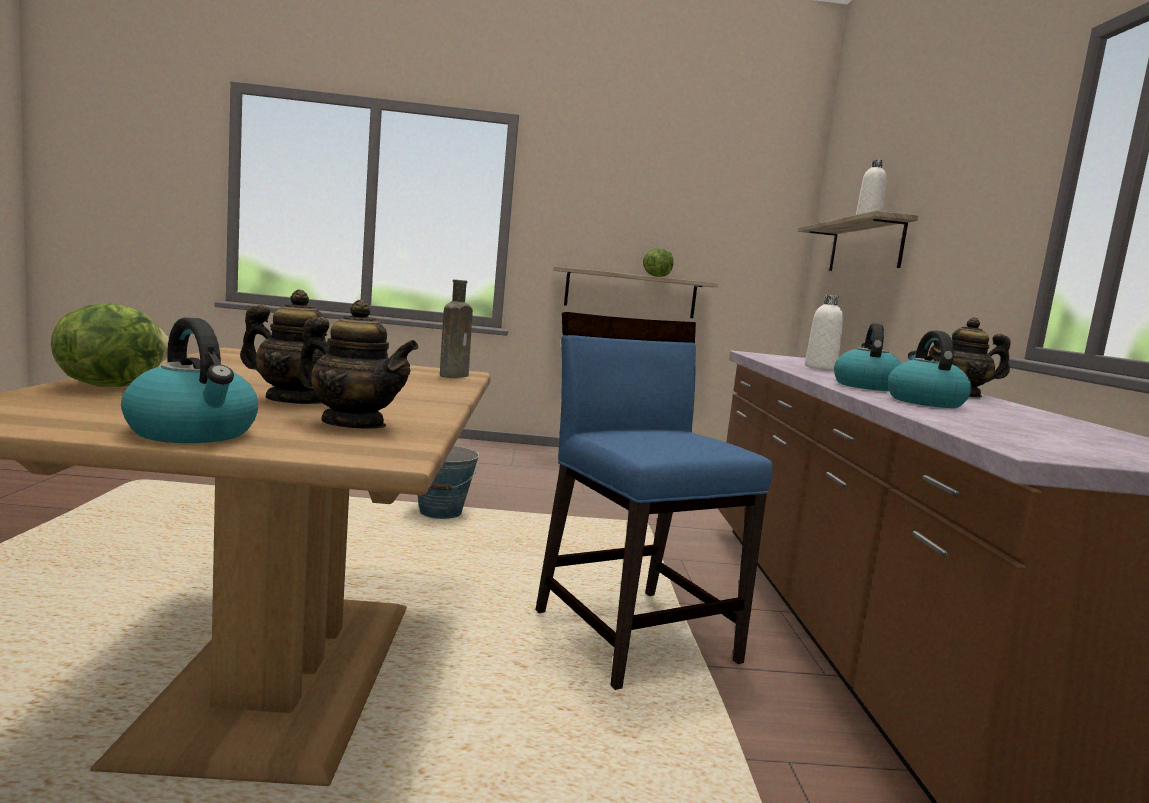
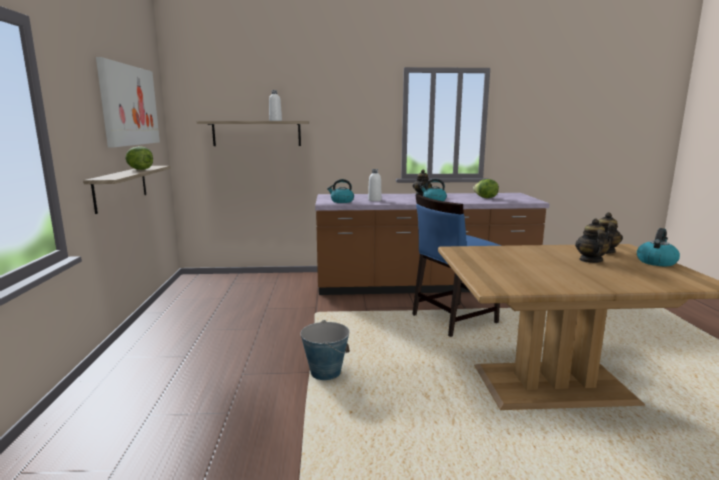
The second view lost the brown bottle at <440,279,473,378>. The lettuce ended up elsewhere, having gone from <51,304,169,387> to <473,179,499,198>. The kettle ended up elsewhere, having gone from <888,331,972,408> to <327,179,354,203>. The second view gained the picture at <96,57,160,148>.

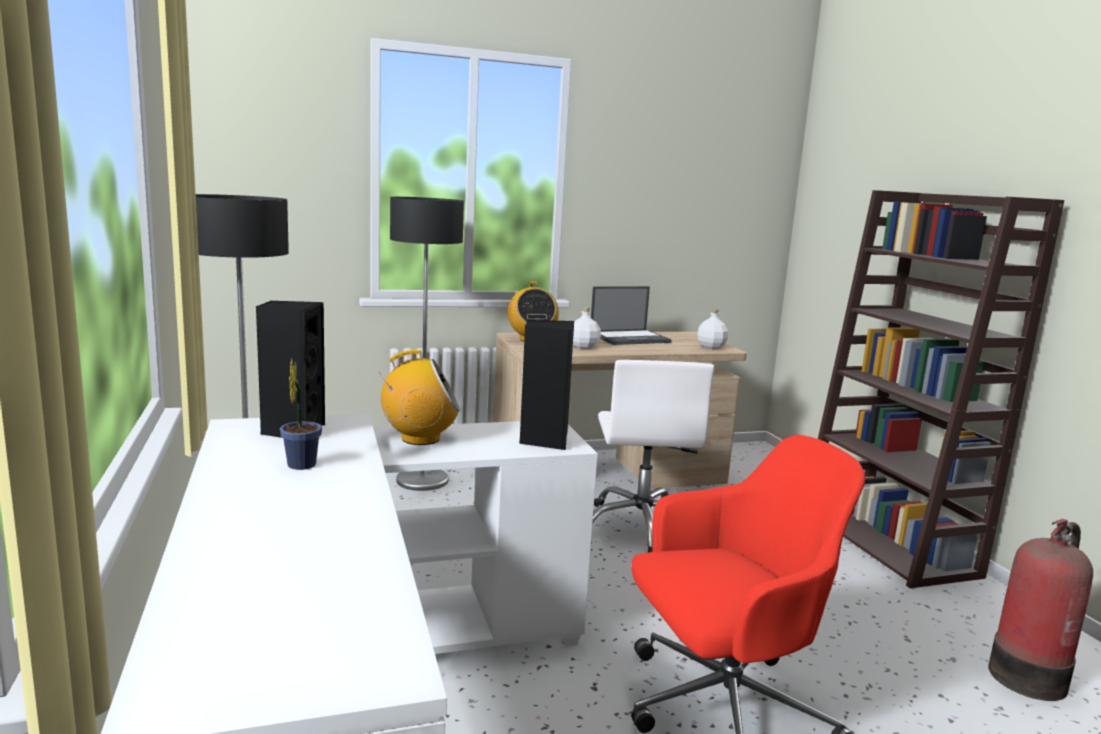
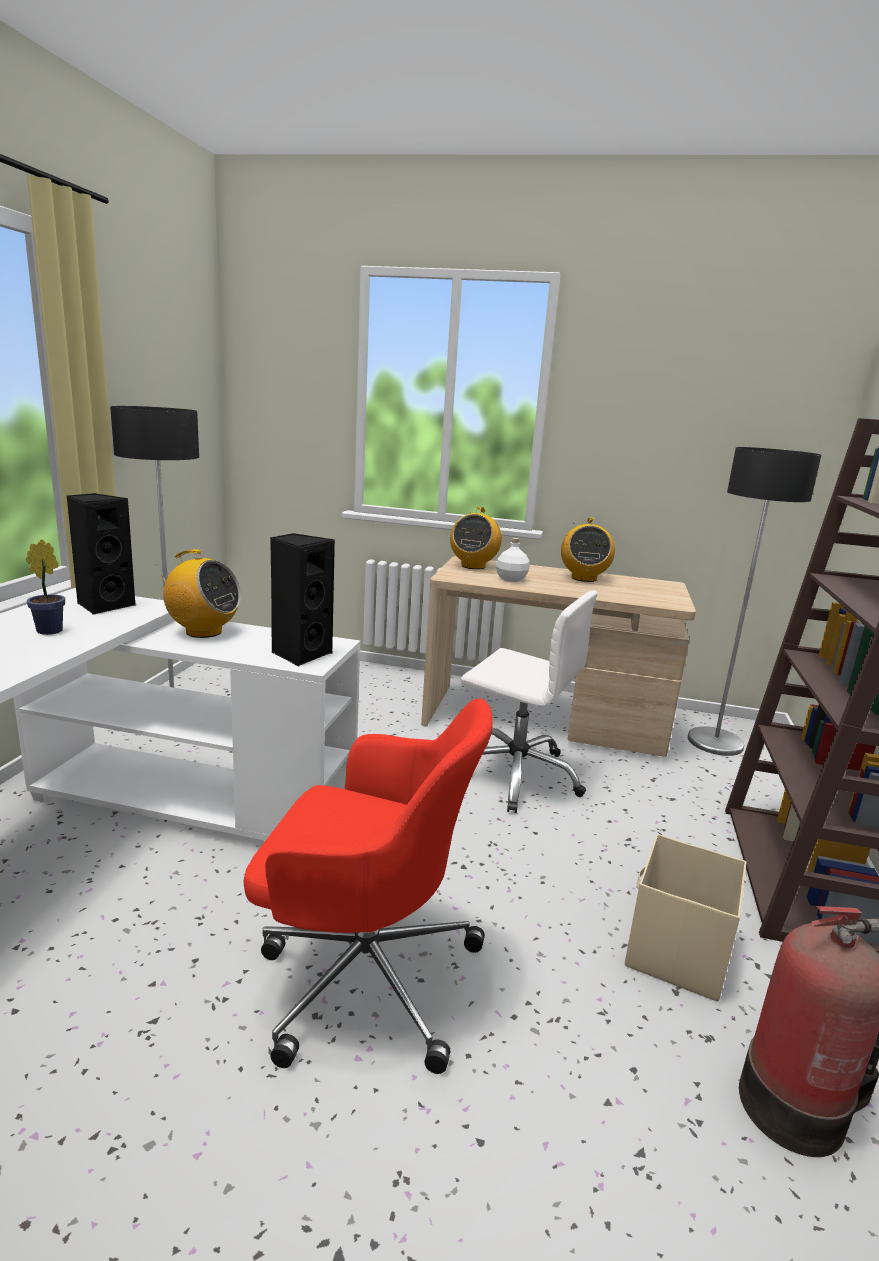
The floor lamp ended up elsewhere, having gone from <390,197,464,491> to <688,447,821,756>. Where the laptop stood at <591,286,672,345>, the radio came to stand at <561,517,615,582>. The second view lost the white bottle at <697,309,728,349>. The white office chair at <593,360,714,552> ended up facing another way, 90 degrees counterclockwise from before. The second view gained the beige storage box at <625,834,746,1002>.

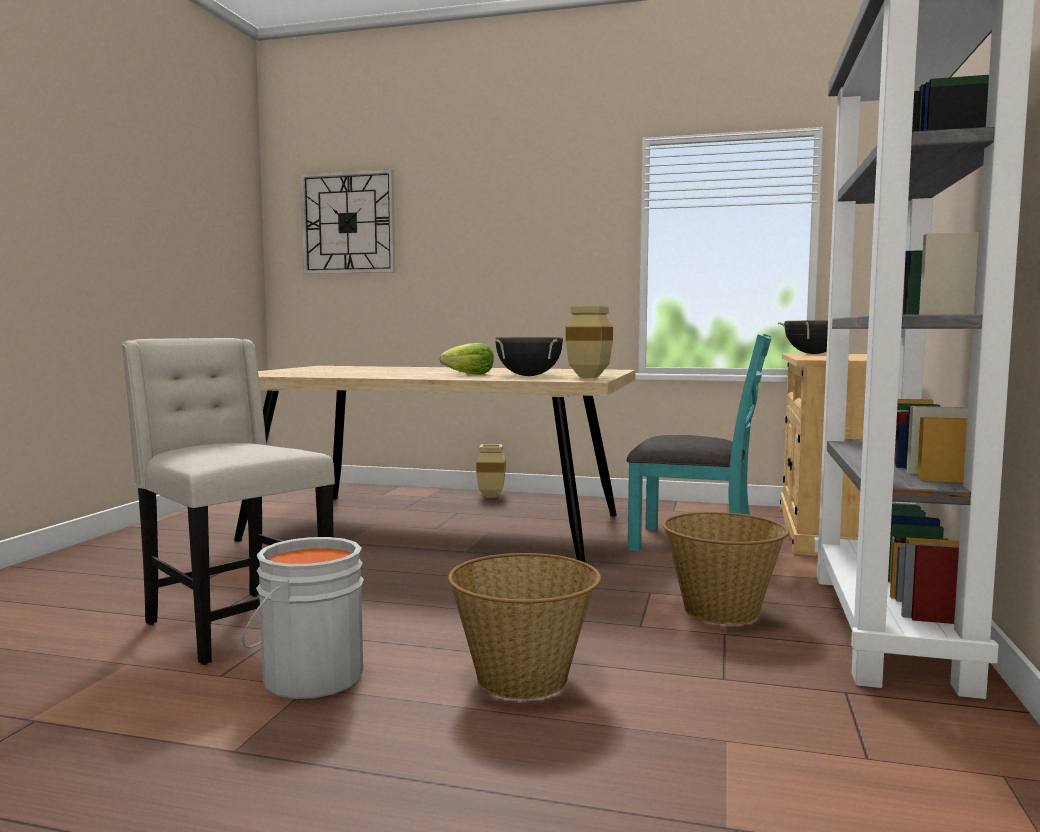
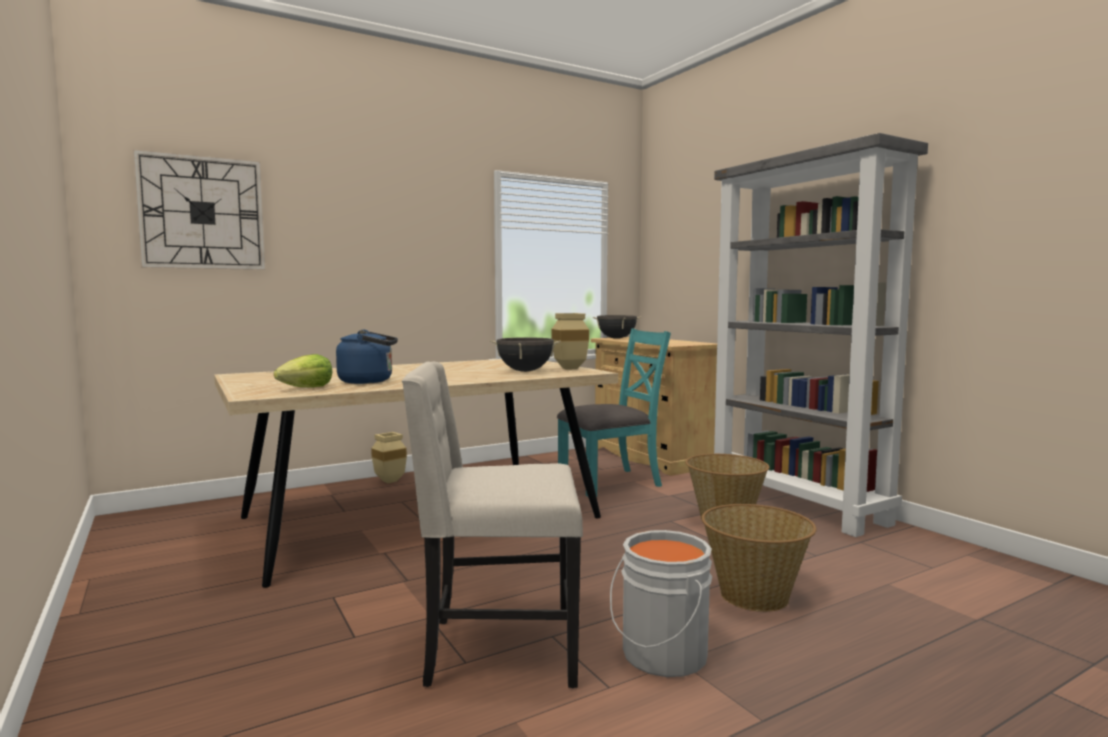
The lettuce ended up elsewhere, having gone from <439,343,493,375> to <274,354,332,388>. The second view gained the blue kettle at <336,330,398,384>.

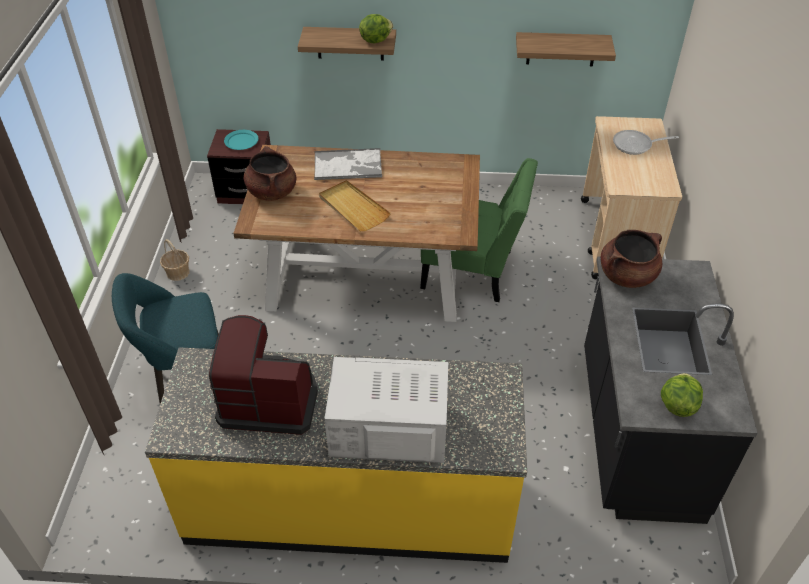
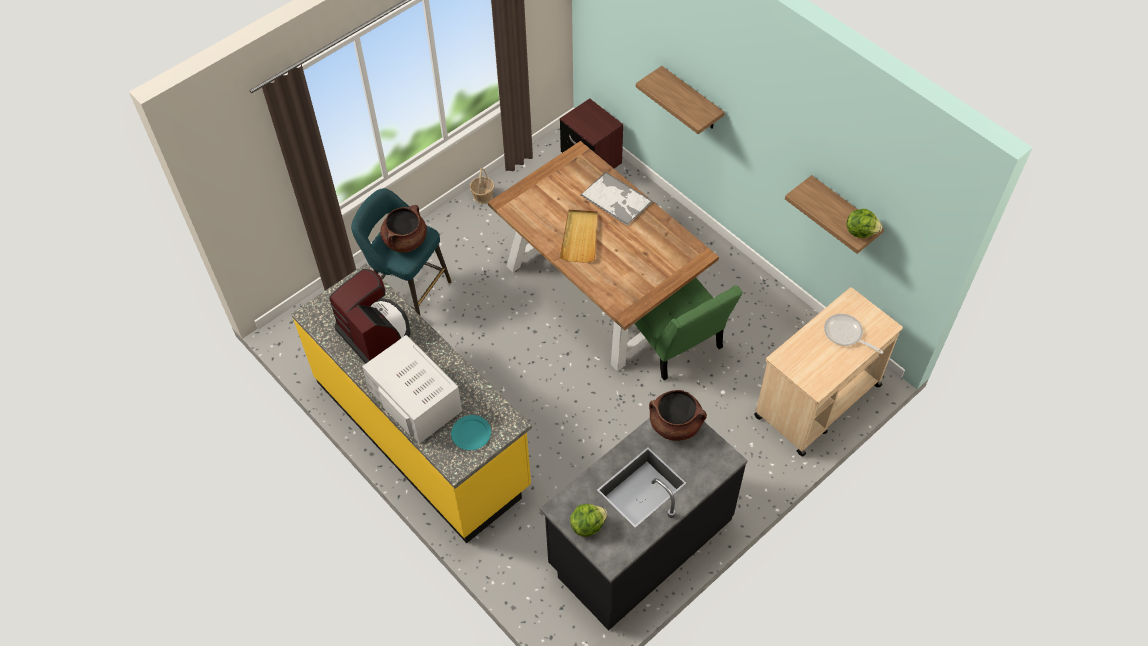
The lettuce ended up elsewhere, having gone from <359,14,393,43> to <847,209,882,238>. The turquoise plate ended up elsewhere, having gone from <224,130,258,150> to <451,415,491,450>. The brown cooking pot ended up elsewhere, having gone from <244,146,297,201> to <380,205,427,252>.

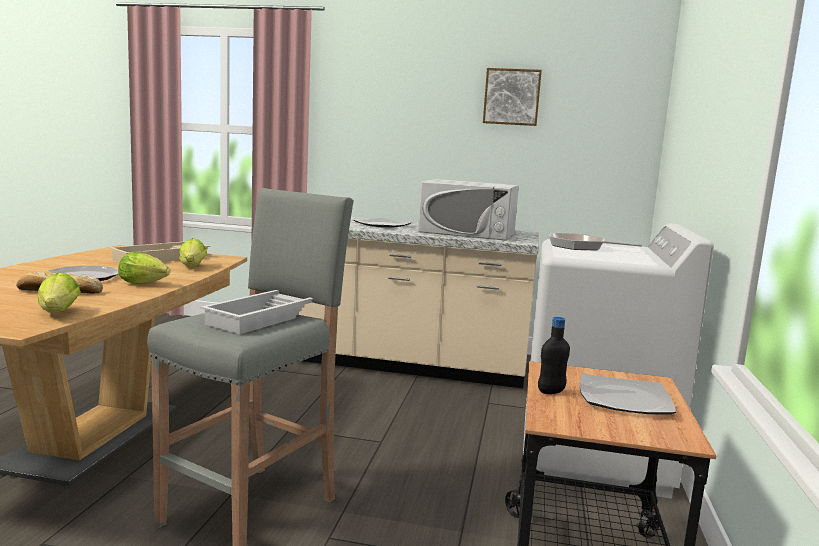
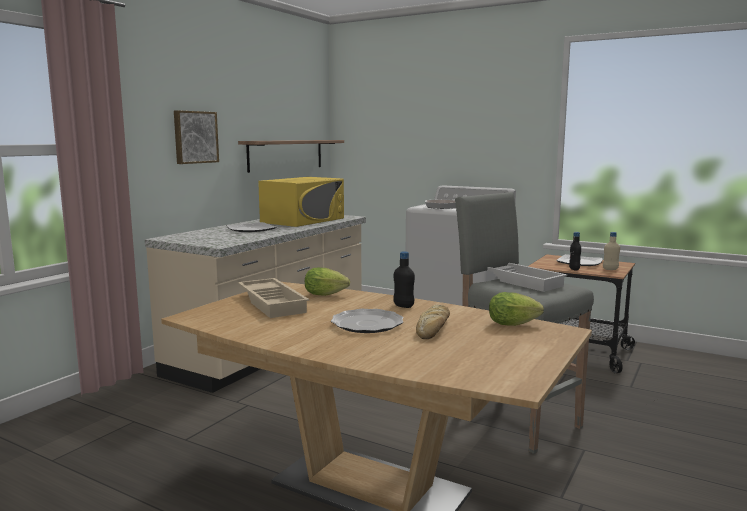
The picture ended up elsewhere, having gone from <483,68,542,126> to <174,110,219,164>. What was the white microwave at <418,179,519,241> turned into the yellow microwave at <258,177,344,227>. Where the lettuce stood at <118,252,170,284>, the black bottle came to stand at <393,251,415,308>. The second view gained the shelf at <238,140,344,173>. The second view gained the beige bottle at <603,232,620,270>.

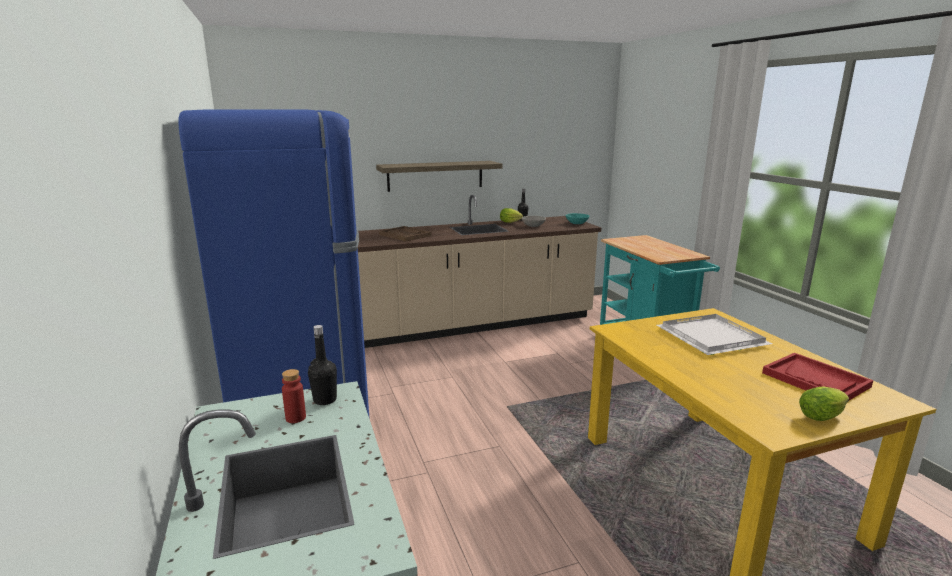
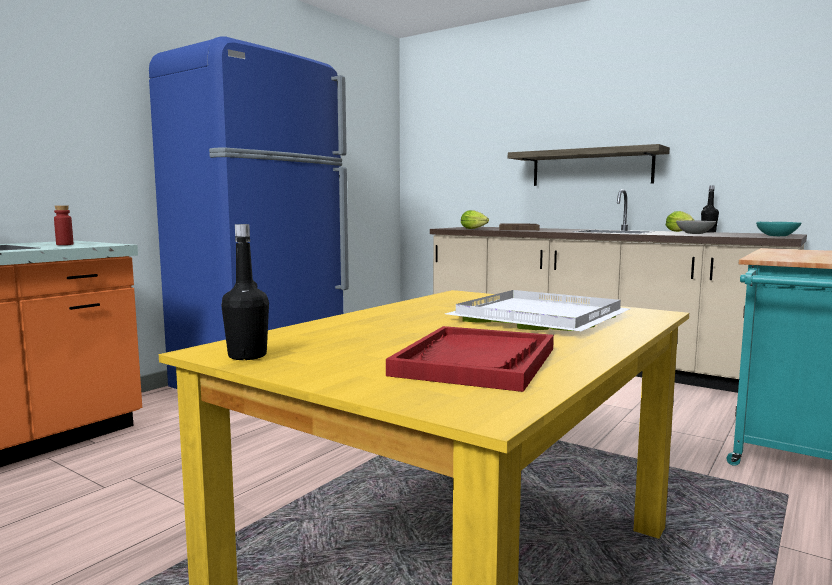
The black bottle ended up elsewhere, having gone from <308,325,337,405> to <221,224,269,360>. The lettuce ended up elsewhere, having gone from <799,386,849,421> to <461,210,489,229>.

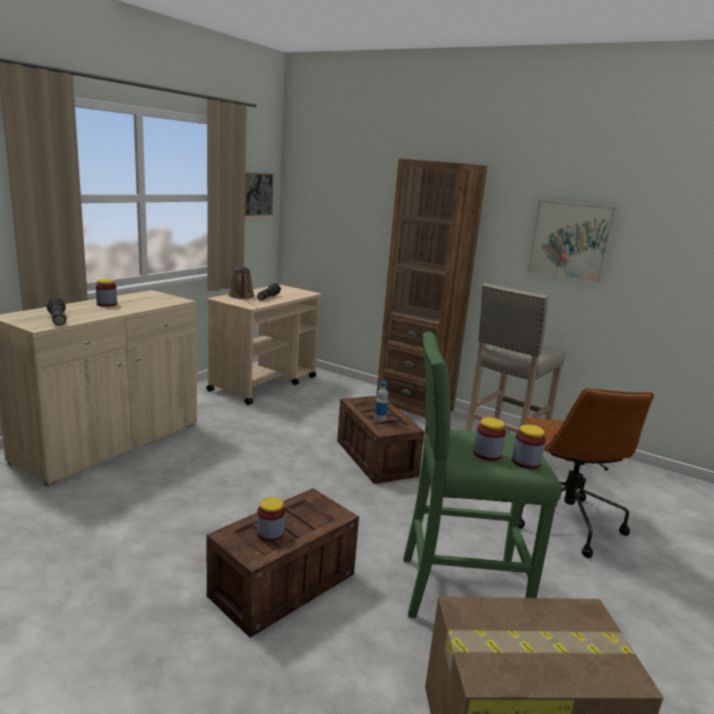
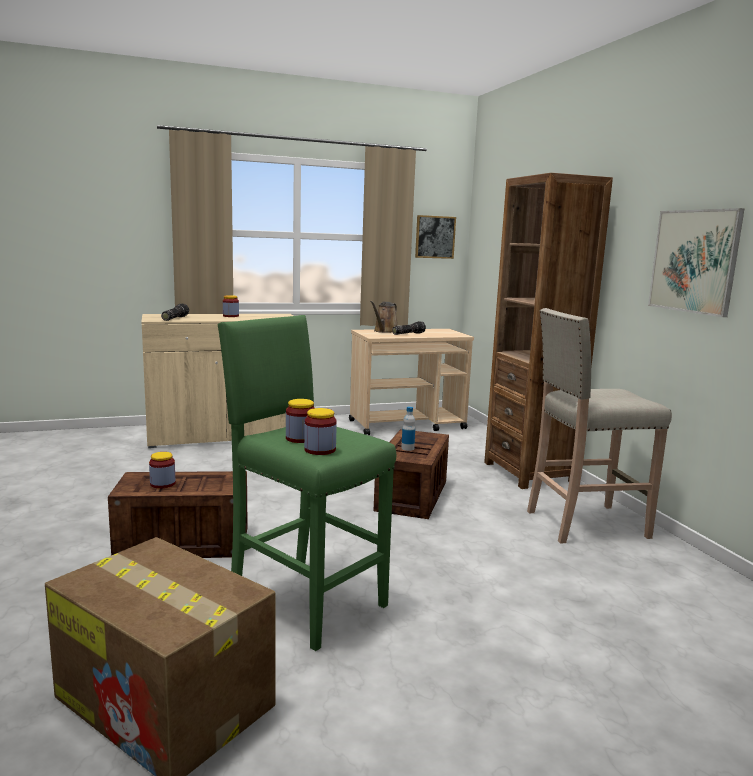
The second view lost the brown office chair at <518,388,654,558>.

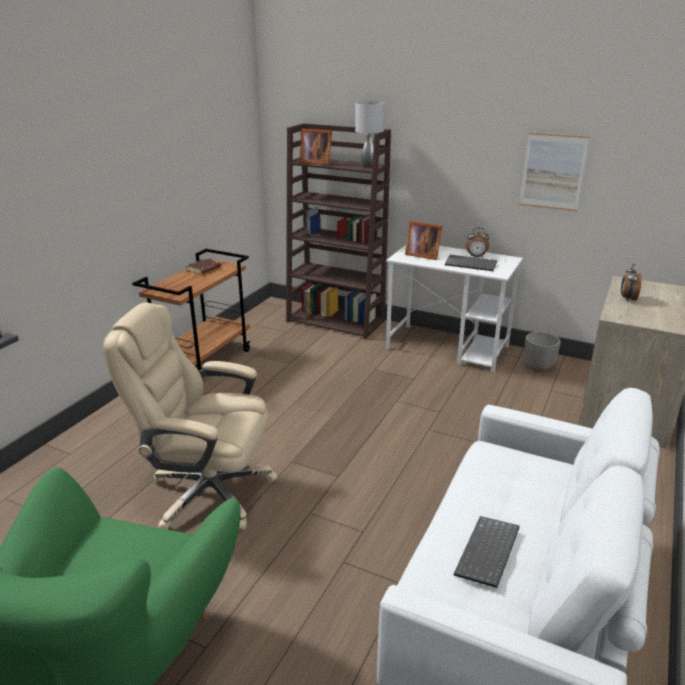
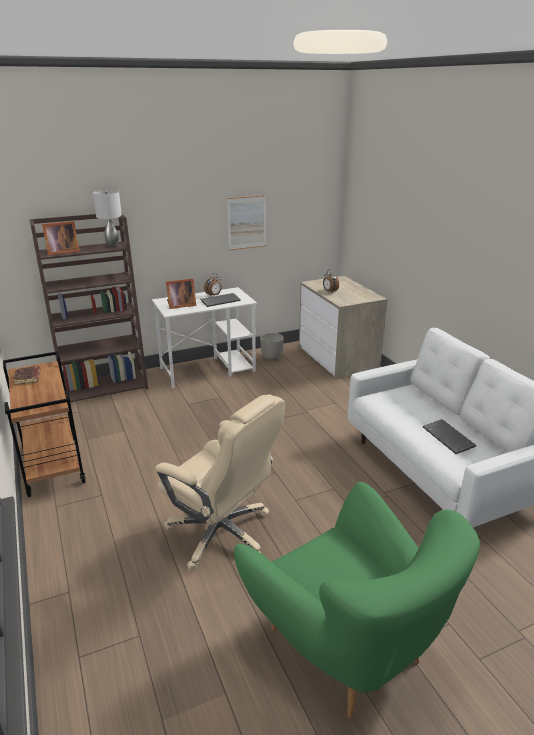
The beige office chair at <103,303,278,530> ended up facing another way, 105 degrees counterclockwise from before.

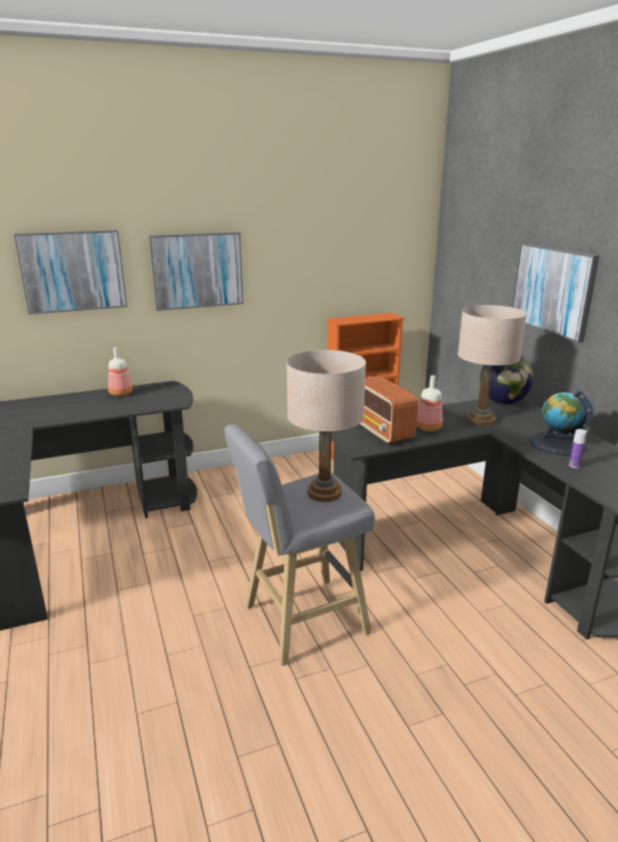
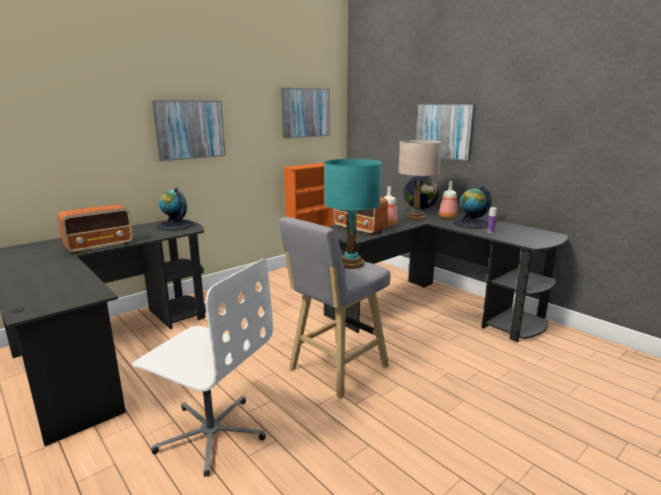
The picture ended up elsewhere, having gone from <14,230,127,315> to <281,88,330,139>. The bottle ended up elsewhere, having gone from <108,347,133,396> to <439,181,457,219>. What was the beige table lamp at <286,350,366,502> turned into the turquoise table lamp at <324,159,382,269>. The second view gained the globe at <157,188,194,231>. The second view gained the radio at <58,204,133,254>. The second view gained the white office chair at <132,259,273,477>.

